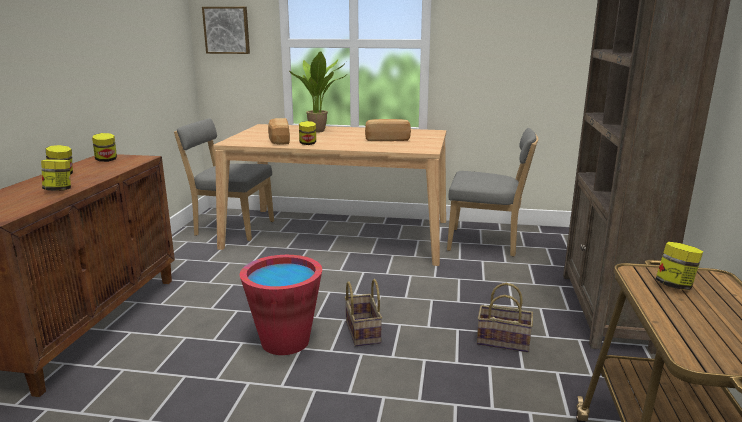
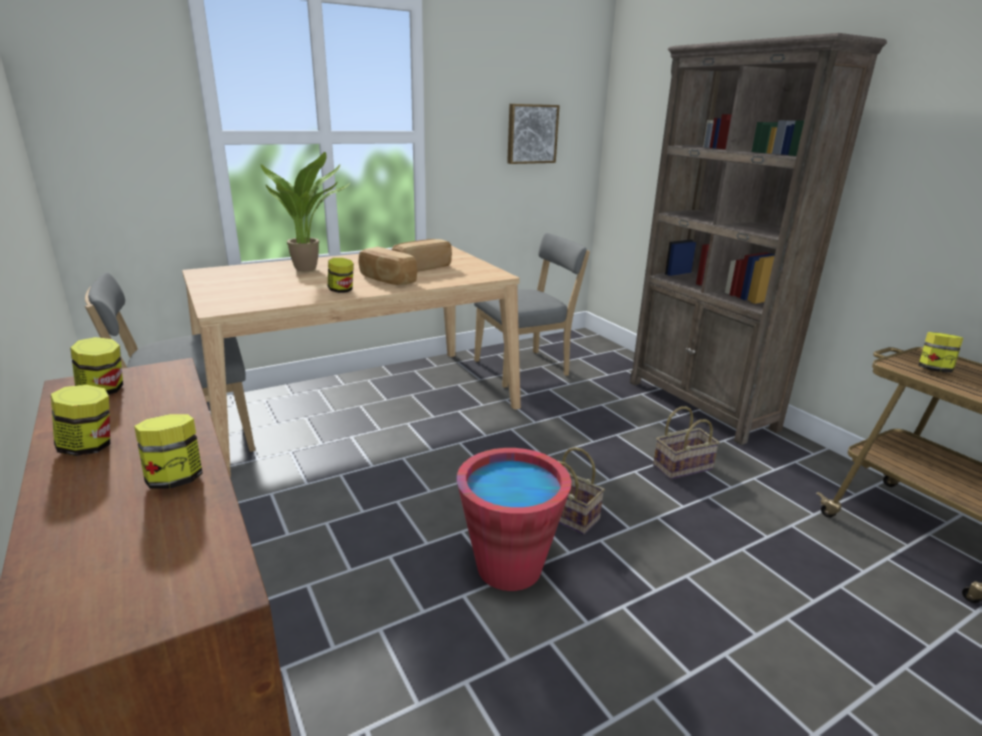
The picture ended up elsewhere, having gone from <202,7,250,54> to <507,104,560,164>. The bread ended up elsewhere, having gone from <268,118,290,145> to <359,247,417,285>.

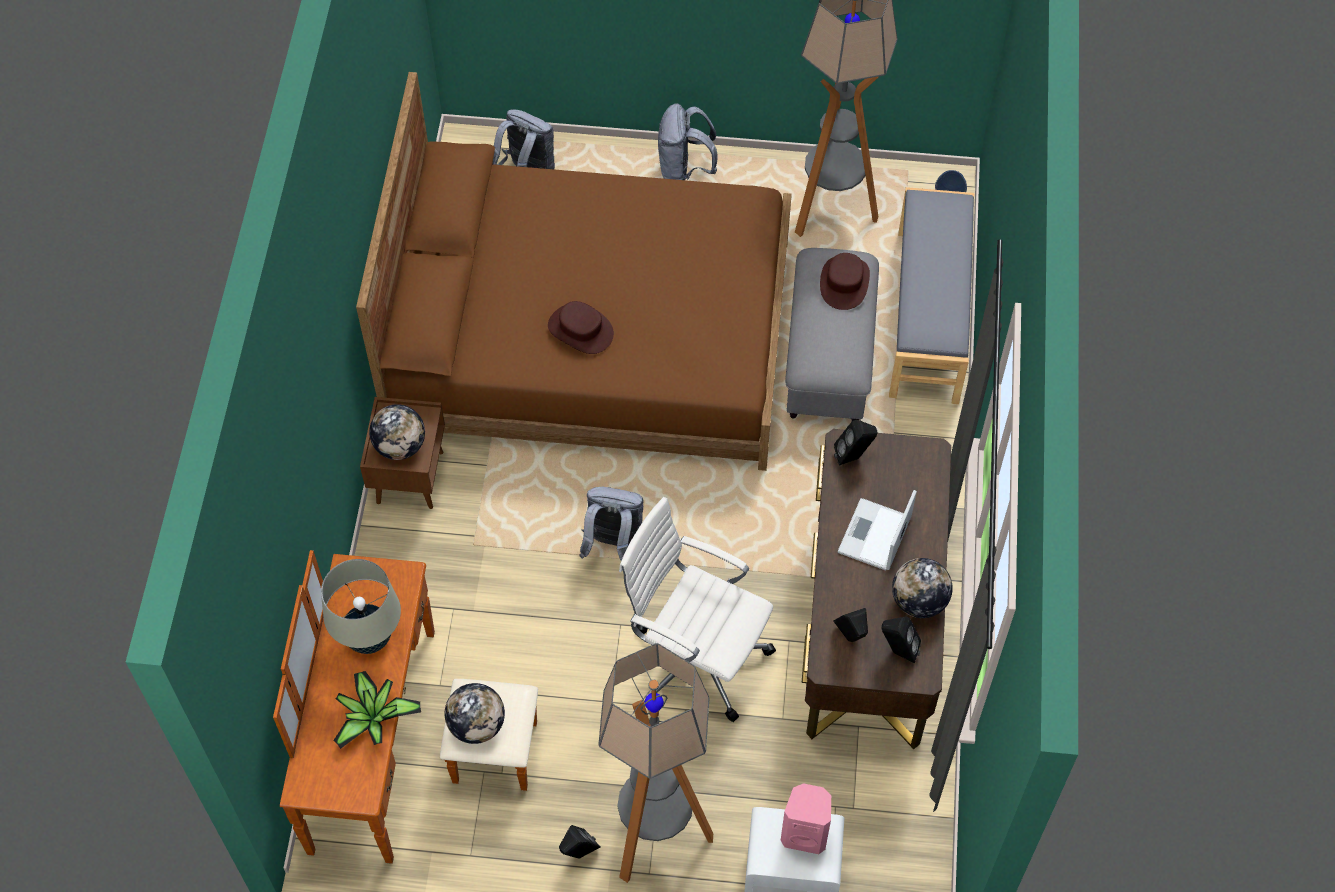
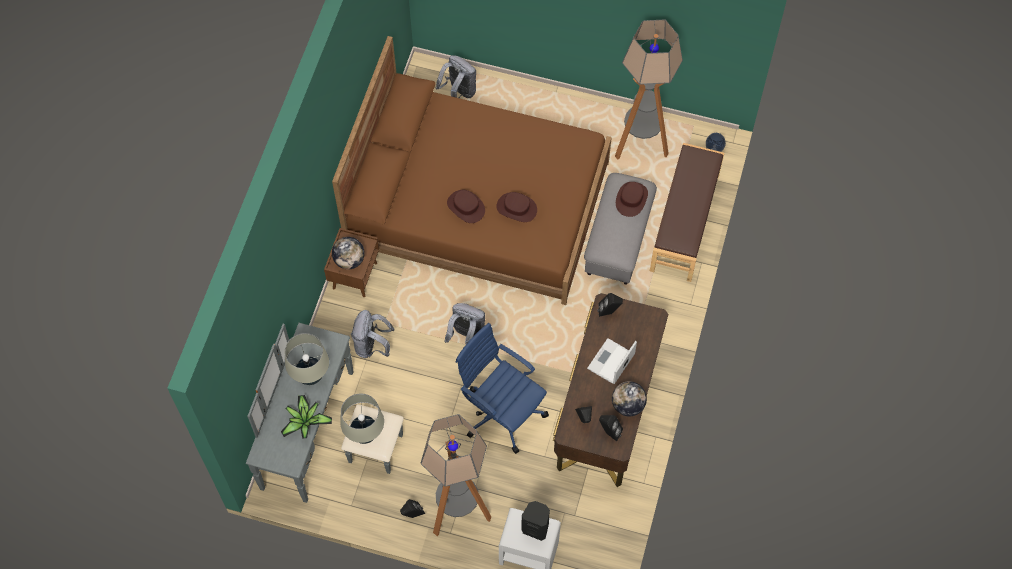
The grey backpack ended up elsewhere, having gone from <658,103,717,180> to <351,310,395,358>. What was the grey bench at <889,187,974,404> turned into the brown bench at <650,143,724,282>. What was the white office chair at <619,497,776,722> turned into the blue office chair at <456,323,549,453>. What was the brown dresser at <273,550,538,864> turned into the grey dresser at <246,323,404,503>. Where the globe stood at <445,683,505,744>, the beige table lamp came to stand at <340,393,384,444>. What was the pink speaker at <781,783,831,854> turned into the black speaker at <521,501,550,541>. The second view gained the brown hat at <497,192,537,222>.

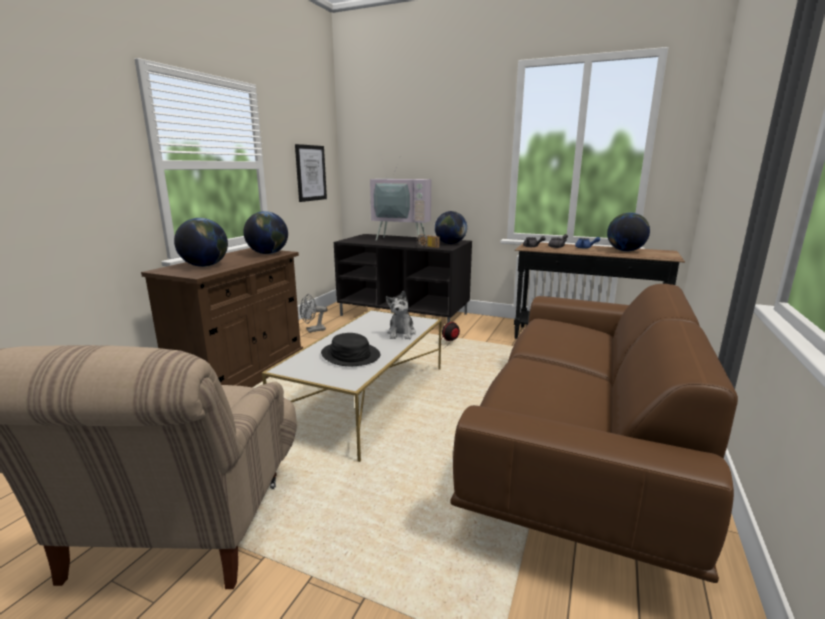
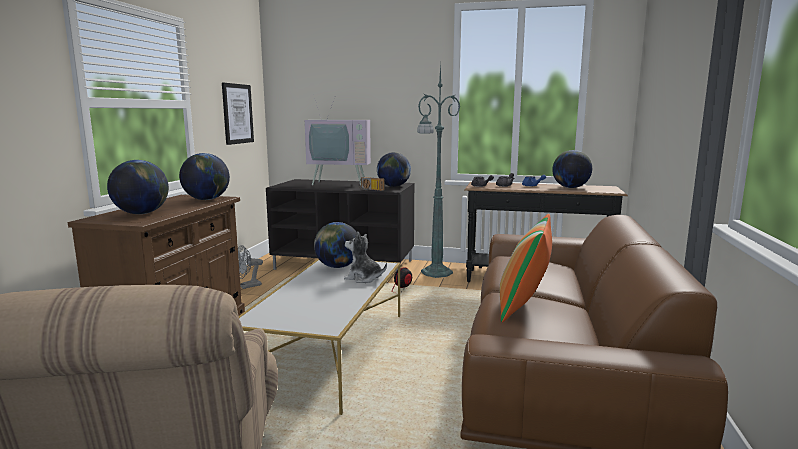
The plush toy at <386,291,416,339> ended up facing another way, 120 degrees clockwise from before. The second view lost the black hat at <321,333,380,366>. The second view gained the green floor lamp at <417,63,460,278>. The second view gained the pillow at <500,214,552,322>. The second view gained the globe at <314,222,357,268>.

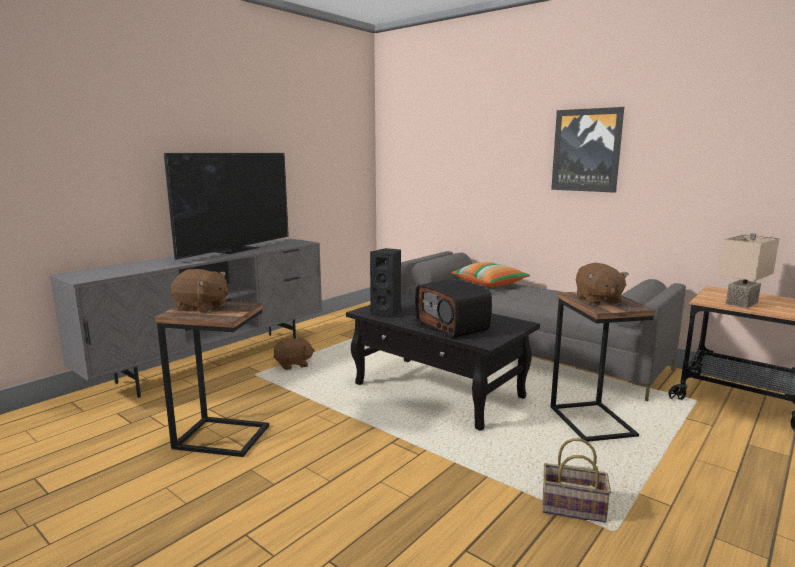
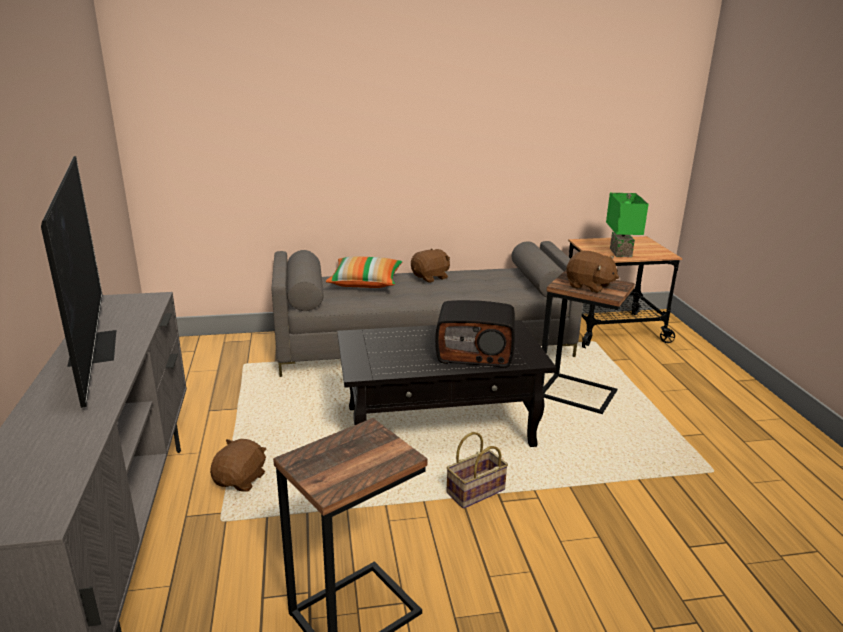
The second view lost the picture at <551,107,624,193>. What was the beige table lamp at <719,233,780,308> turned into the green table lamp at <606,193,649,257>. The second view lost the black speaker at <370,248,401,317>. The brown plush toy ended up elsewhere, having gone from <171,269,229,313> to <411,249,450,283>. The basket ended up elsewhere, having gone from <542,438,611,523> to <446,432,508,509>.

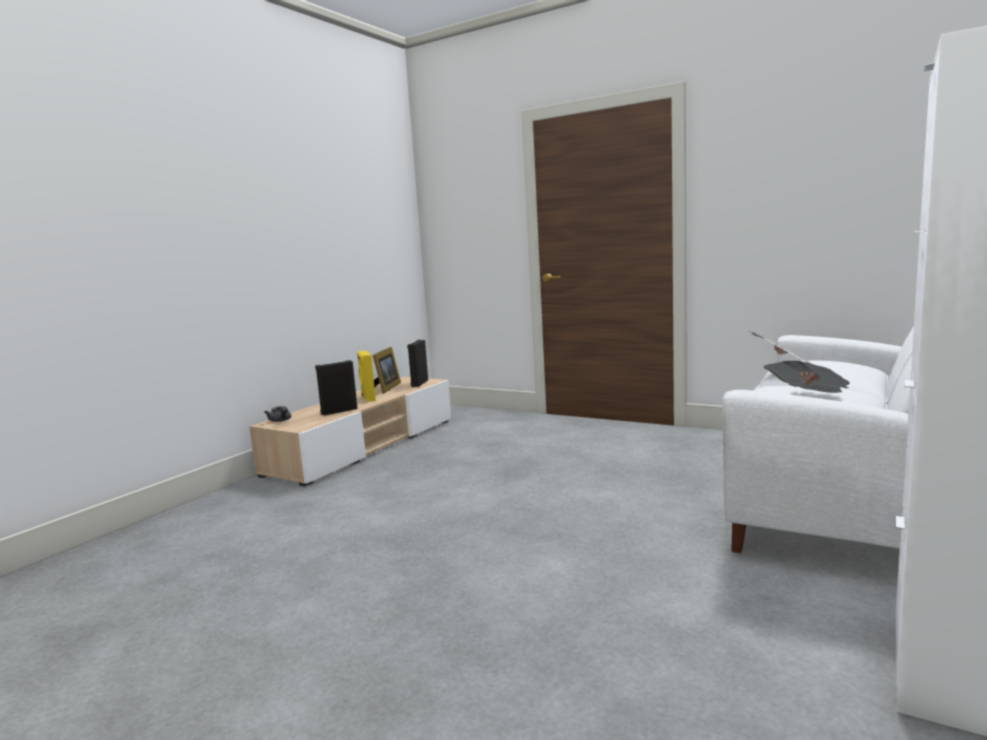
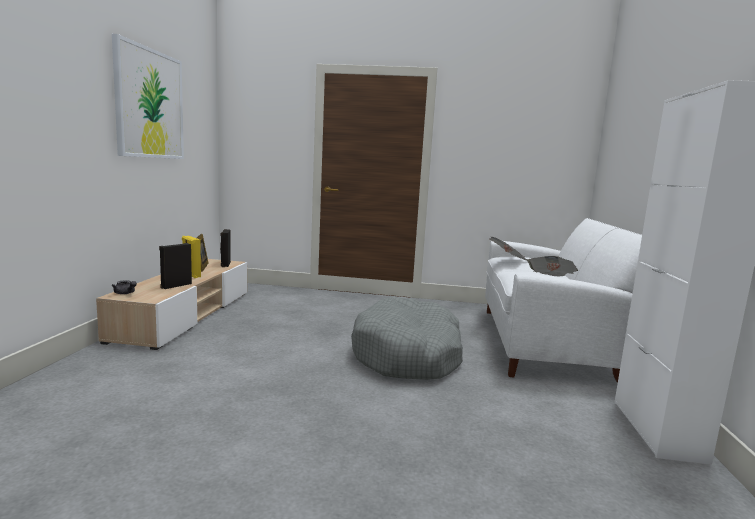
The second view gained the picture at <112,34,184,159>. The second view gained the grey dog bed at <351,297,463,380>.

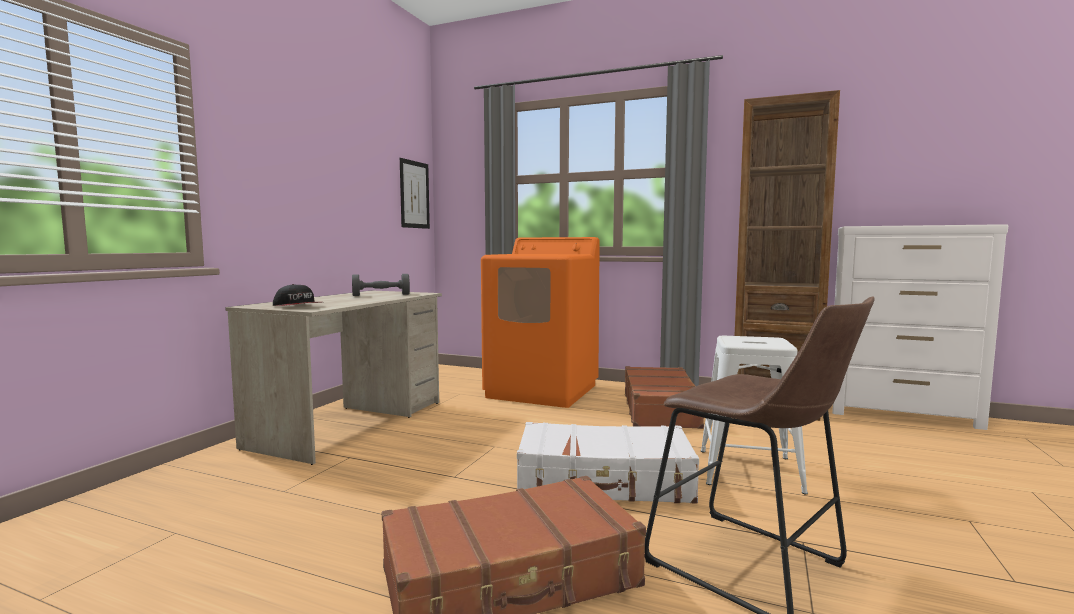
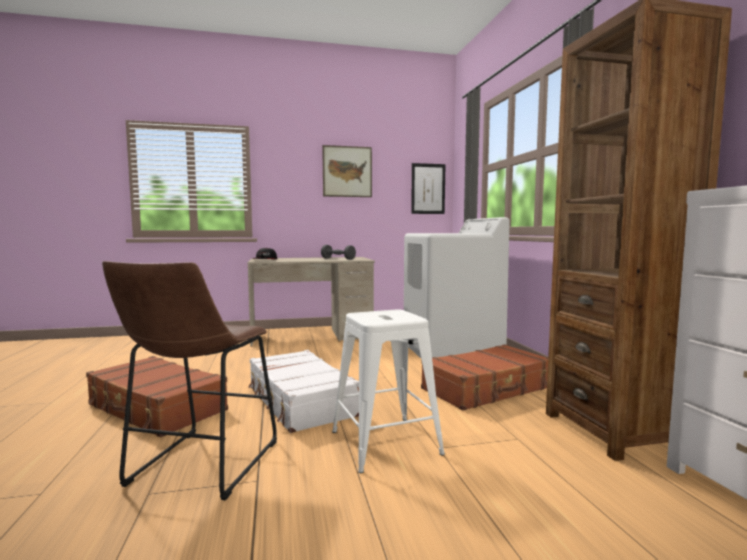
What was the orange washing machine at <481,237,600,408> turned into the white washing machine at <404,217,510,358>. The second view gained the picture at <322,145,372,197>.

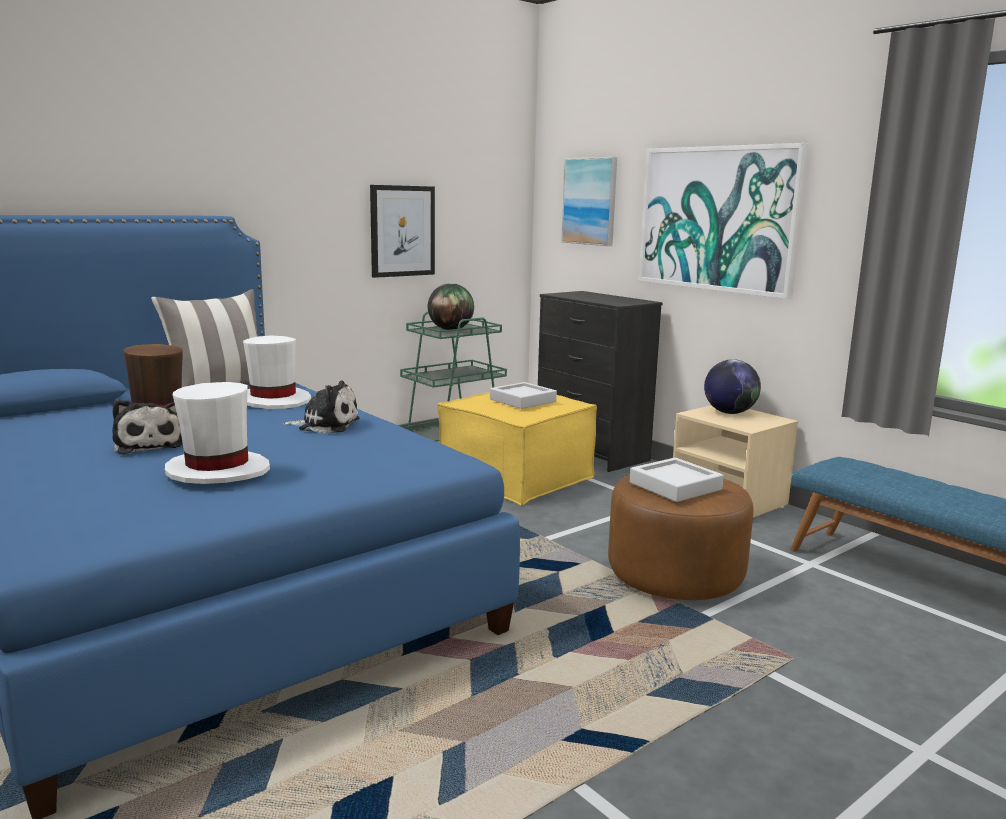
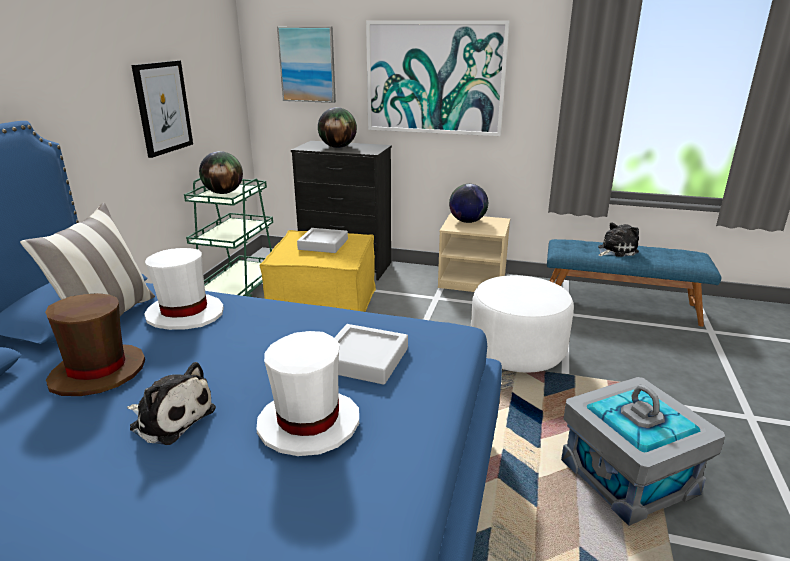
The plush toy ended up elsewhere, having gone from <283,381,360,434> to <598,222,639,257>. The grey tray ended up elsewhere, having gone from <630,458,724,502> to <334,324,408,385>. What was the brown ottoman at <608,474,753,600> turned into the white ottoman at <471,275,574,372>. The second view gained the globe at <318,107,357,148>. The second view gained the grey storage box at <561,377,725,526>.

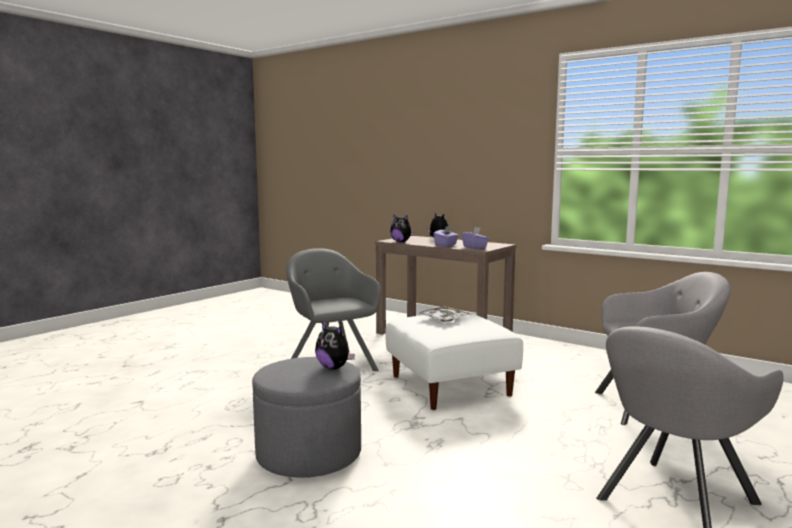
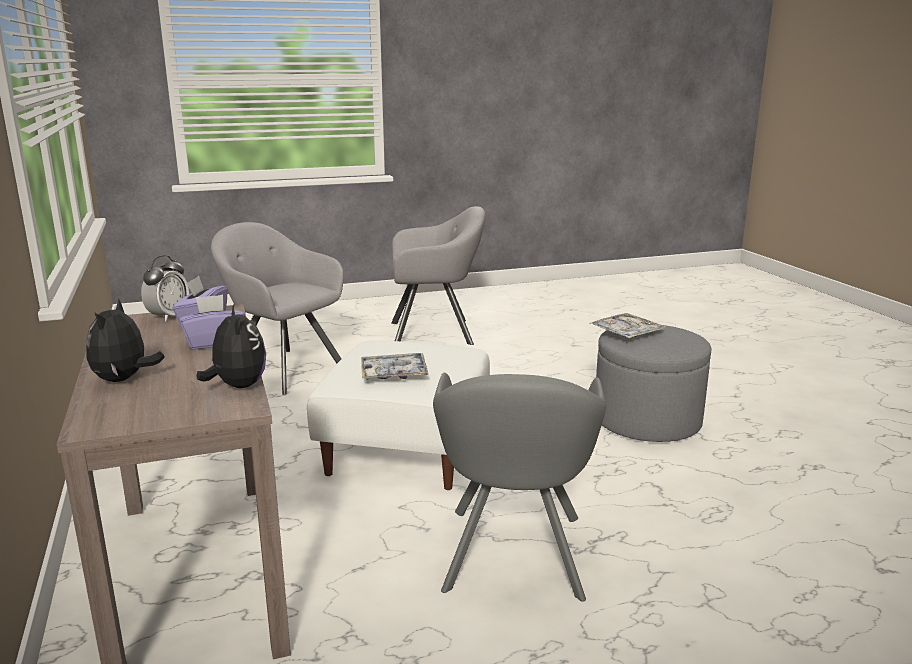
Where the plush toy stood at <315,322,355,370>, the tray came to stand at <589,313,666,338>. The second view gained the alarm clock at <141,255,189,322>.

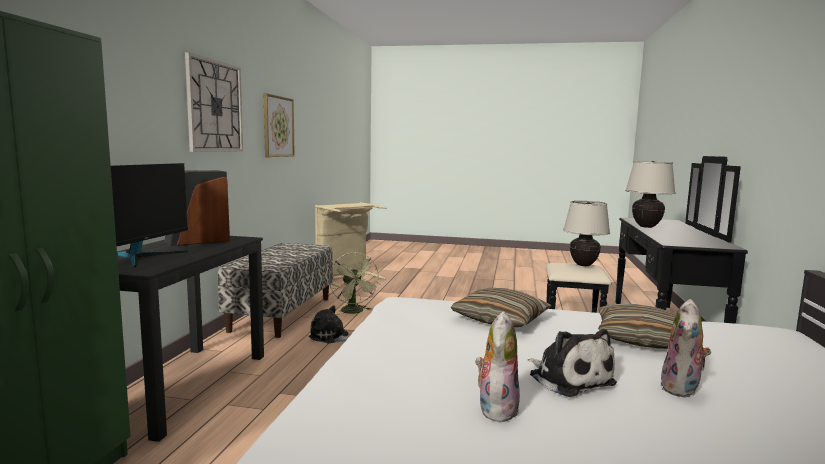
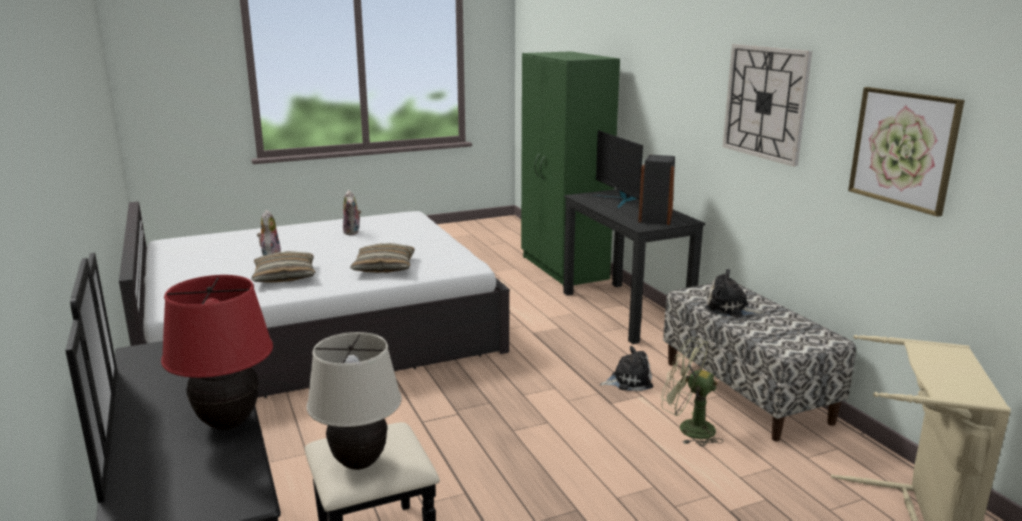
What was the beige table lamp at <625,161,676,228> turned into the red table lamp at <161,275,273,430>. The plush toy ended up elsewhere, having gone from <527,329,617,397> to <705,269,764,317>.

